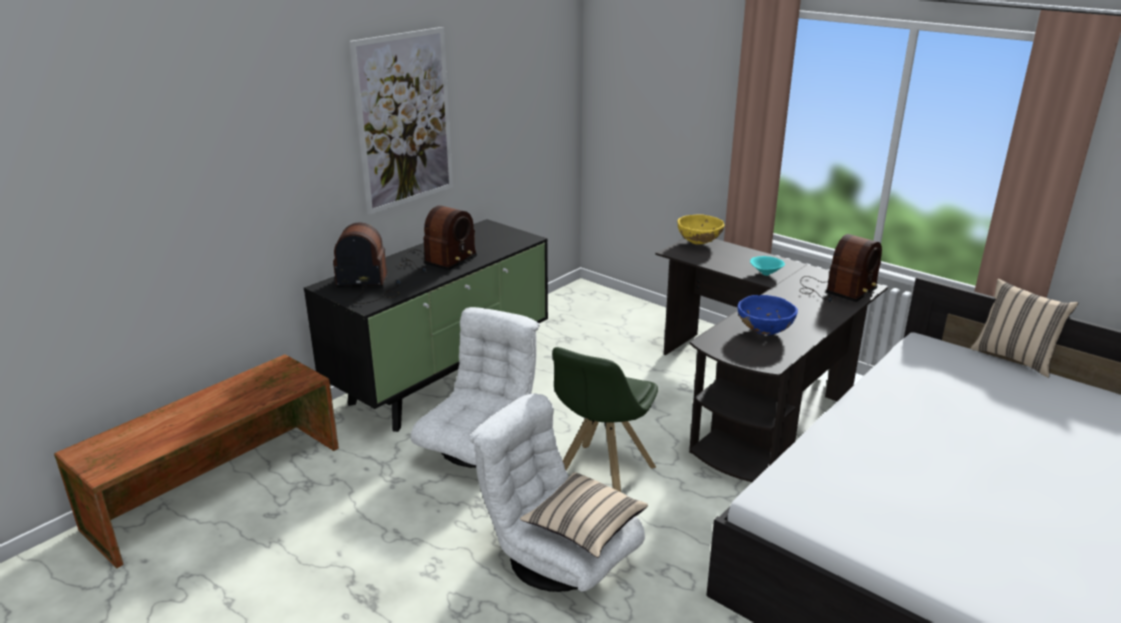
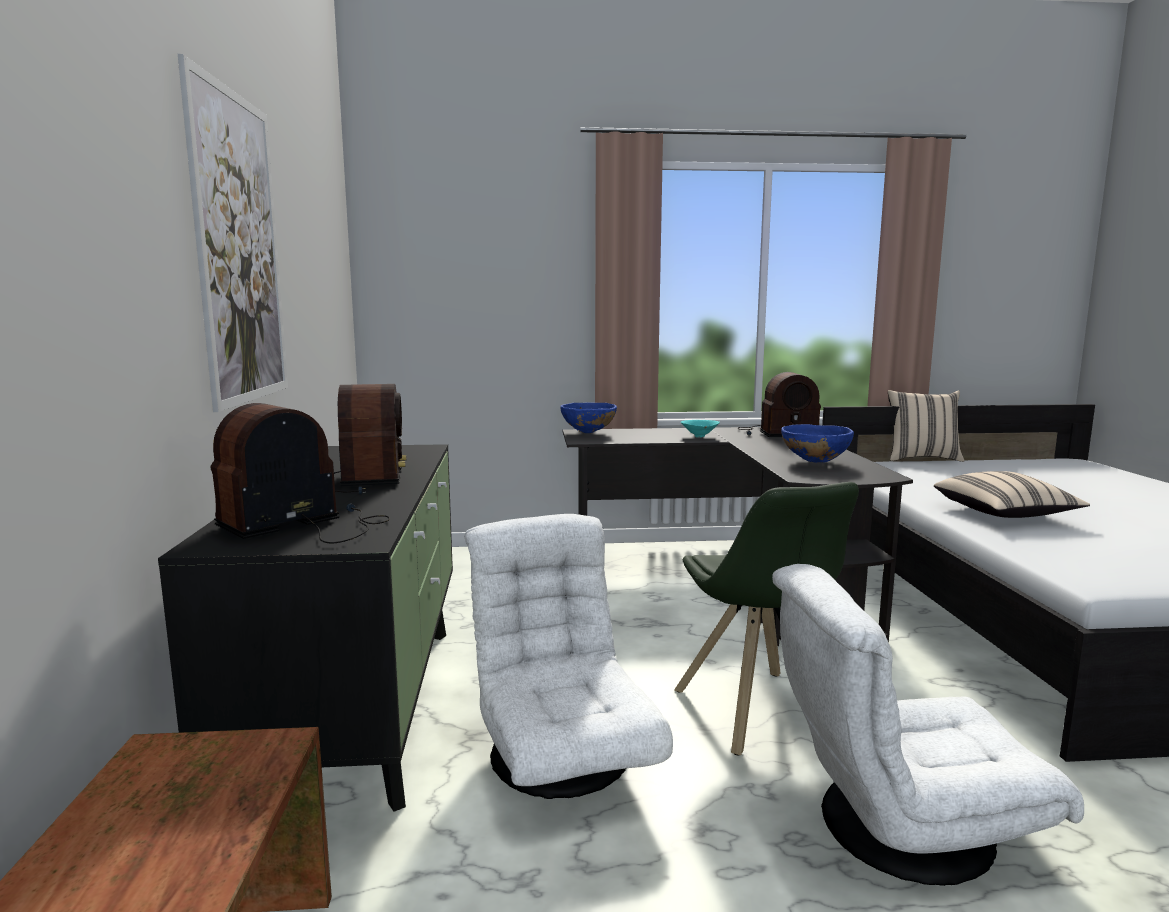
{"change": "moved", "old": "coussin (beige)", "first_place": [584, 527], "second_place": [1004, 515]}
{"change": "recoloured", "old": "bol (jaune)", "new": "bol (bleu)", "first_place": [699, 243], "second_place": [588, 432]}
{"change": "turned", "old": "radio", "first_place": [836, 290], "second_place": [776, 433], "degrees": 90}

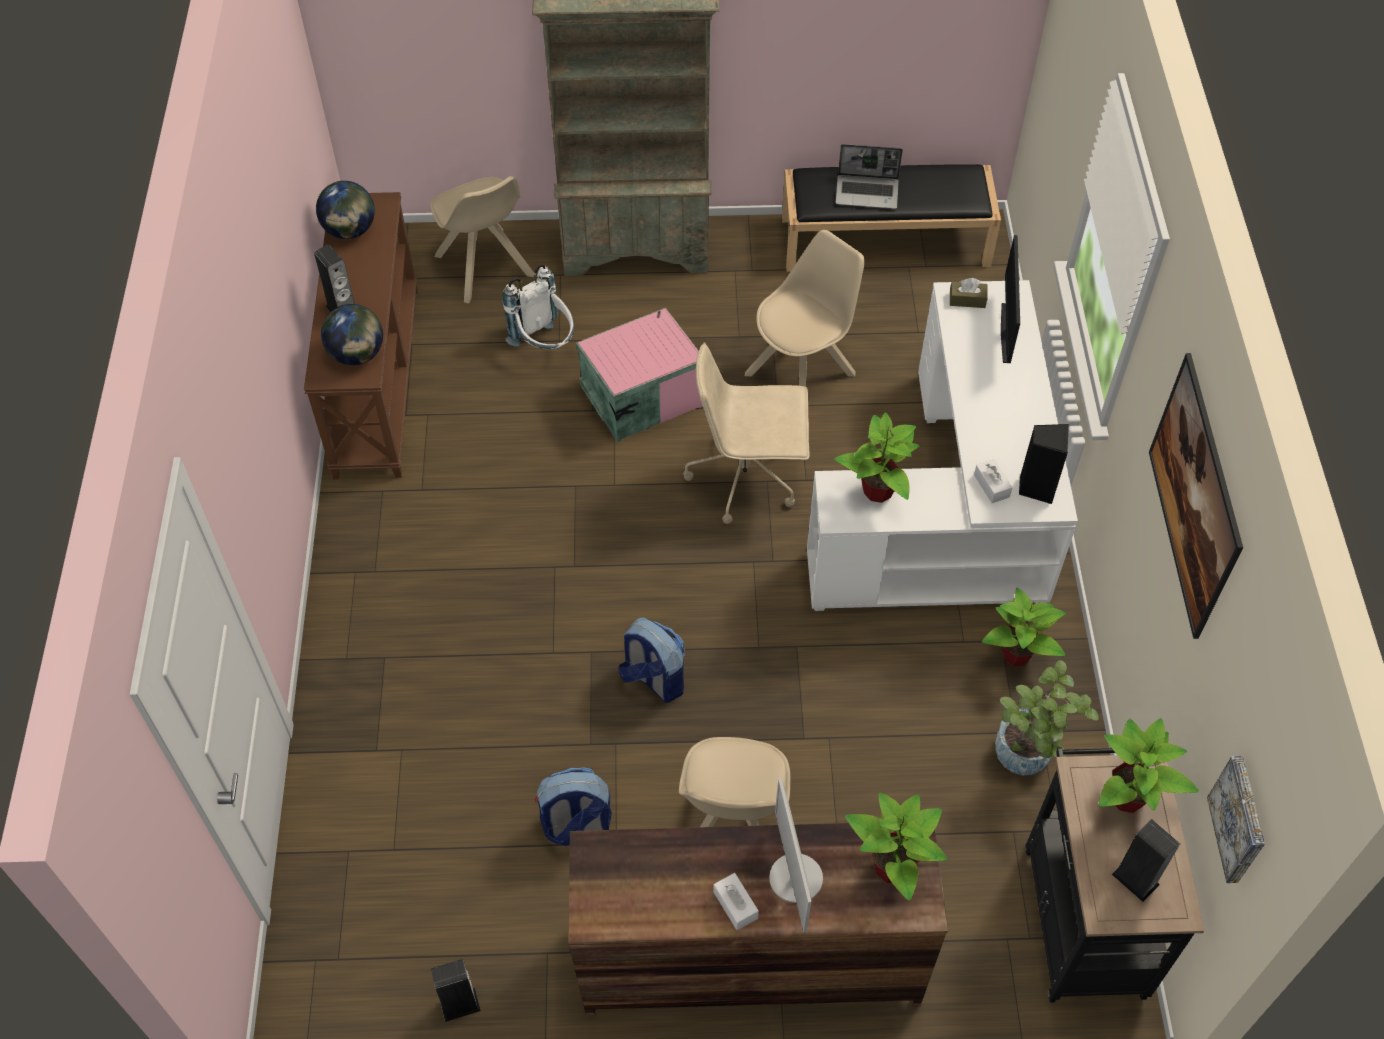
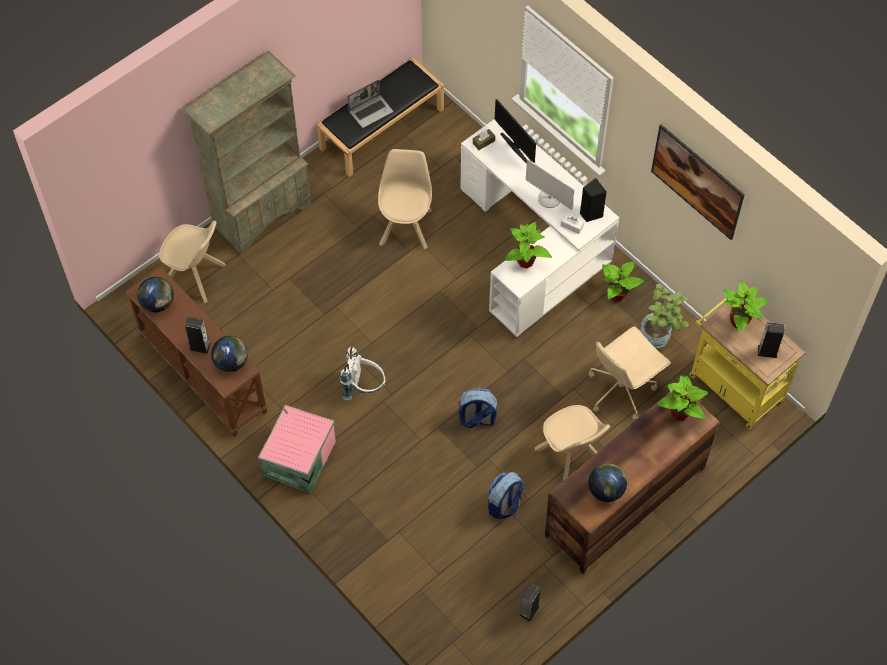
{"change": "removed", "old": "boîte à mouchoirs (blanc)", "first_place": [735, 905]}
{"change": "removed", "old": "tableau", "first_place": [1240, 819]}
{"change": "added", "new": "globe", "second_place": [606, 490]}
{"change": "moved", "old": "sac à dos (blanc)", "first_place": [545, 345], "second_place": [363, 387]}
{"change": "moved", "old": "boîte de rangement (rose)", "first_place": [640, 395], "second_place": [298, 459]}
{"change": "moved", "old": "chaise de bureau (beige)", "first_place": [749, 478], "second_place": [622, 389]}
{"change": "moved", "old": "écran d'ordinateur", "first_place": [795, 879], "second_place": [549, 198]}
{"change": "recoloured", "old": "chariot (noir)", "new": "chariot (jaune)", "first_place": [1082, 916], "second_place": [733, 386]}

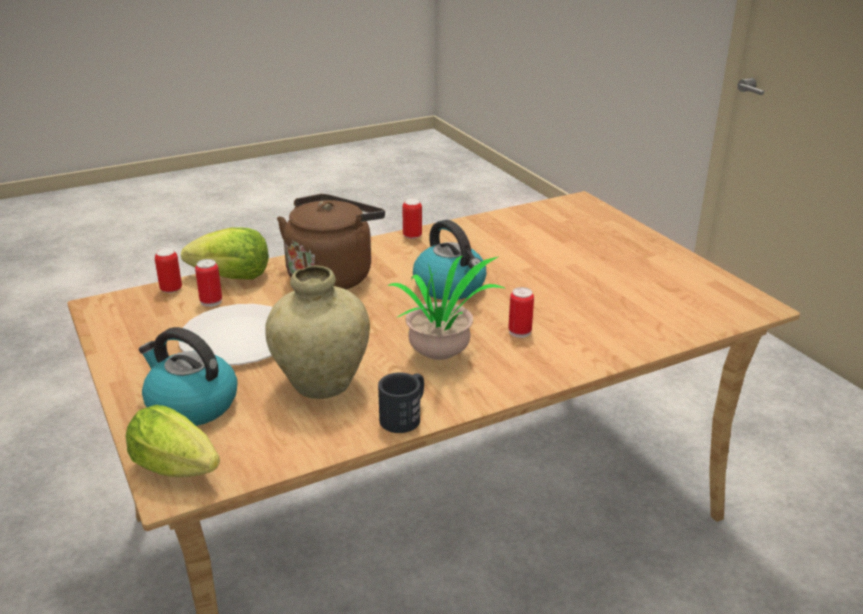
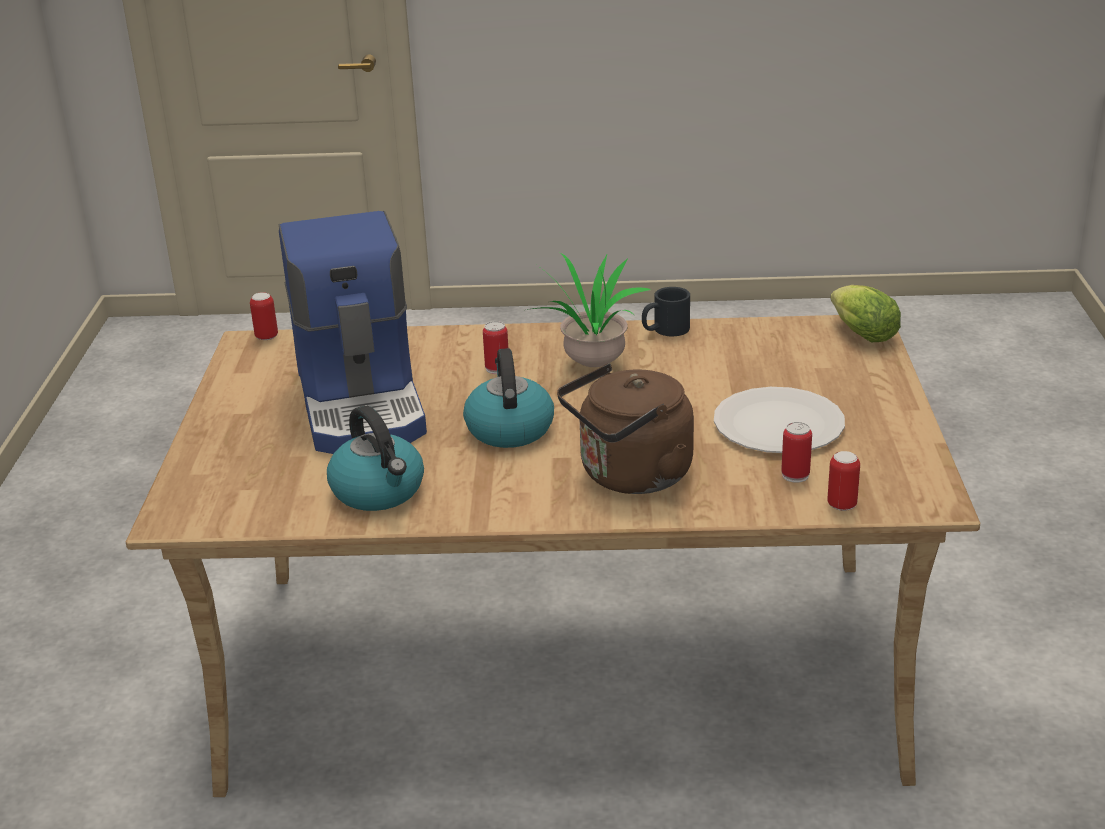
{"change": "removed", "old": "laitue", "first_place": [232, 277]}
{"change": "removed", "old": "vase (beige)", "first_place": [321, 384]}
{"change": "added", "new": "machine à café", "second_place": [363, 402]}
{"change": "moved", "old": "bouilloire", "first_place": [191, 405], "second_place": [379, 491]}
{"change": "moved", "old": "boîte métallique", "first_place": [412, 236], "second_place": [266, 337]}

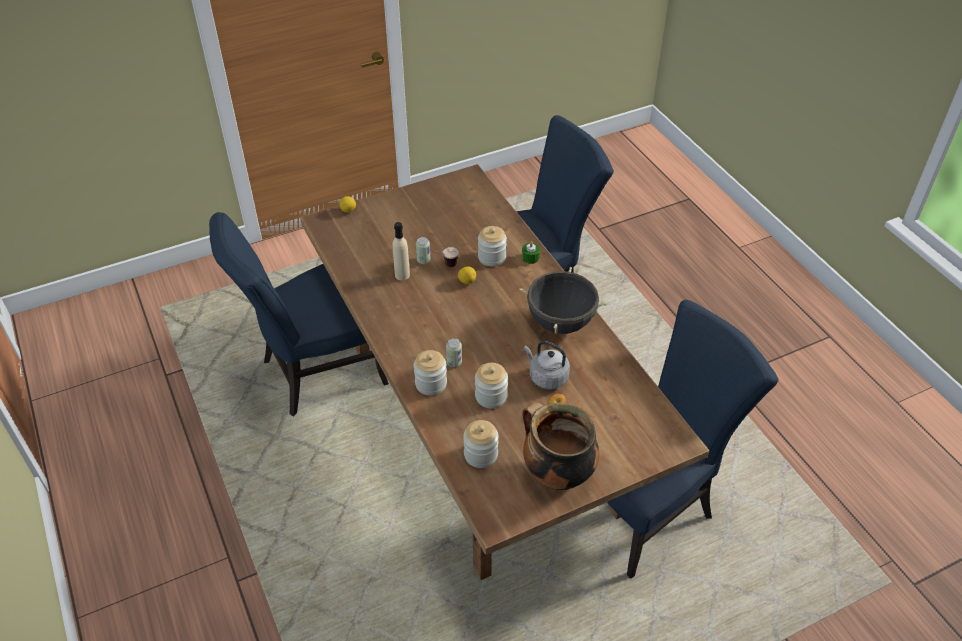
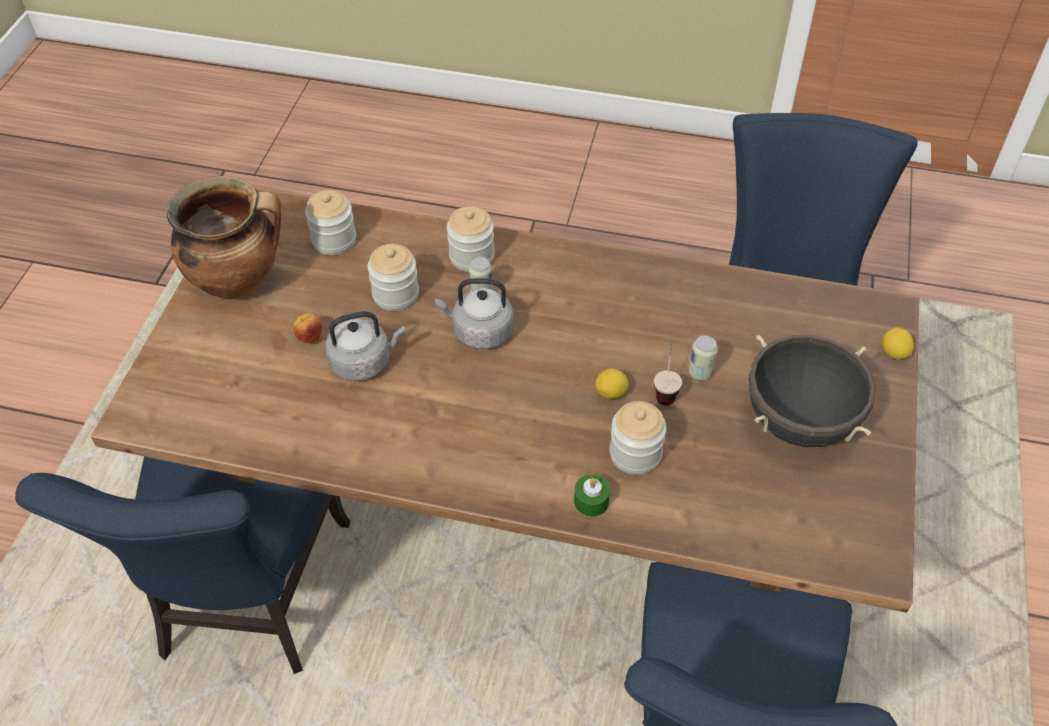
{"change": "removed", "old": "bouteille (beige)", "first_place": [402, 275]}
{"change": "added", "new": "bouilloire (gris)", "second_place": [479, 332]}
{"change": "moved", "old": "marmite (noir)", "first_place": [560, 323], "second_place": [799, 422]}

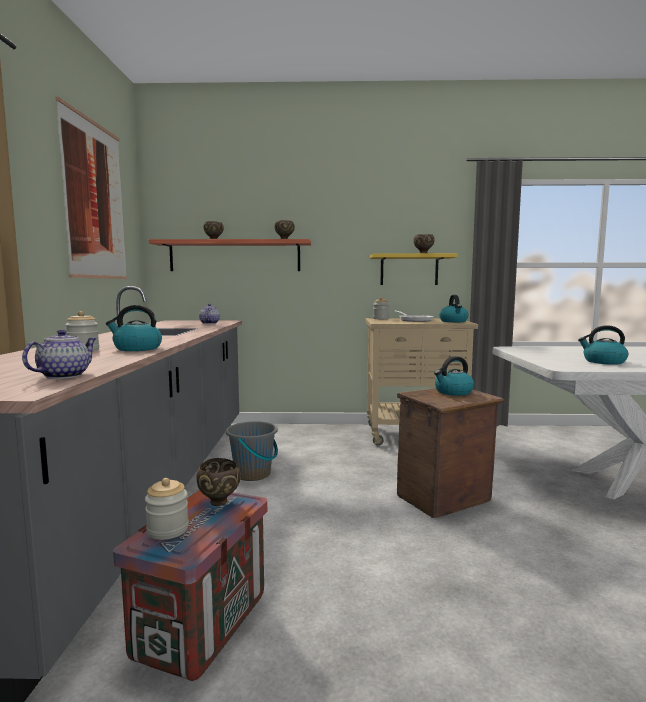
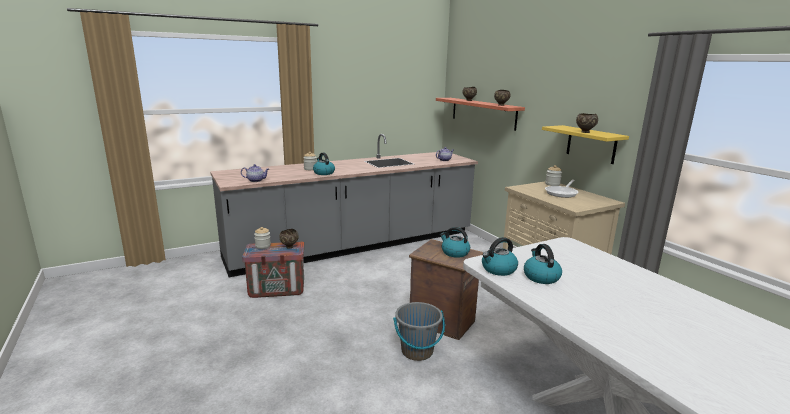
{"change": "removed", "old": "tableau", "first_place": [95, 200]}
{"change": "moved", "old": "seau (gris)", "first_place": [253, 474], "second_place": [417, 351]}
{"change": "moved", "old": "bouilloire", "first_place": [453, 321], "second_place": [498, 269]}

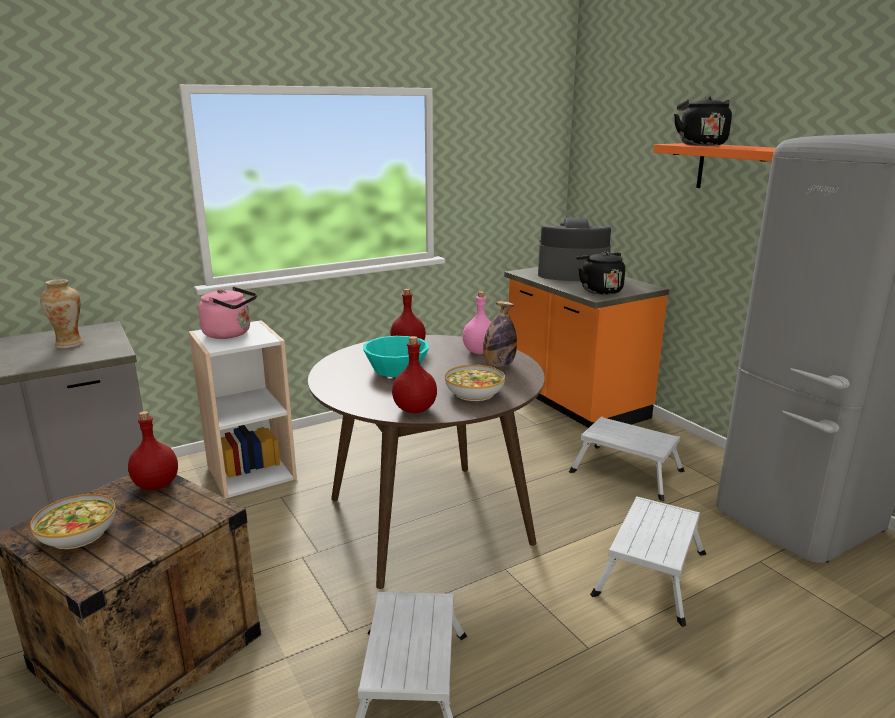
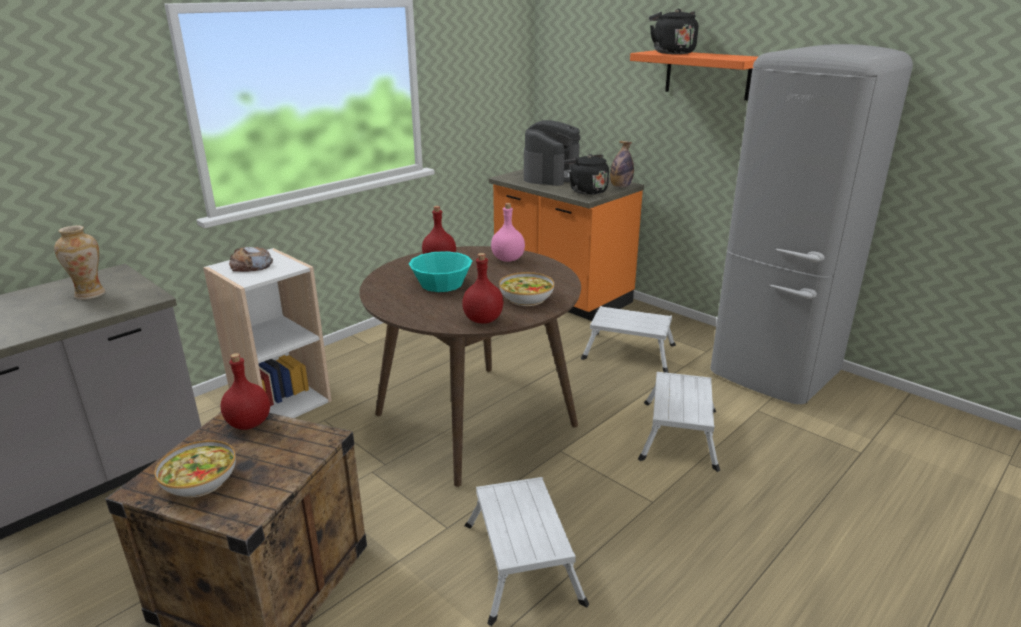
{"change": "moved", "old": "bouteille", "first_place": [498, 365], "second_place": [620, 186]}
{"change": "replaced", "old": "bouilloire (rose)", "new": "pain", "first_place": [230, 334], "second_place": [251, 265]}
{"change": "turned", "old": "machine à café", "first_place": [571, 274], "second_place": [552, 176], "degrees": 120}

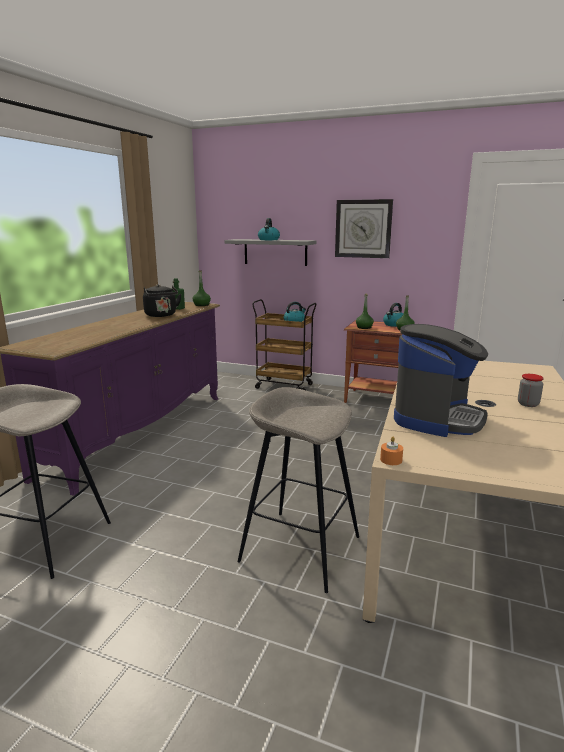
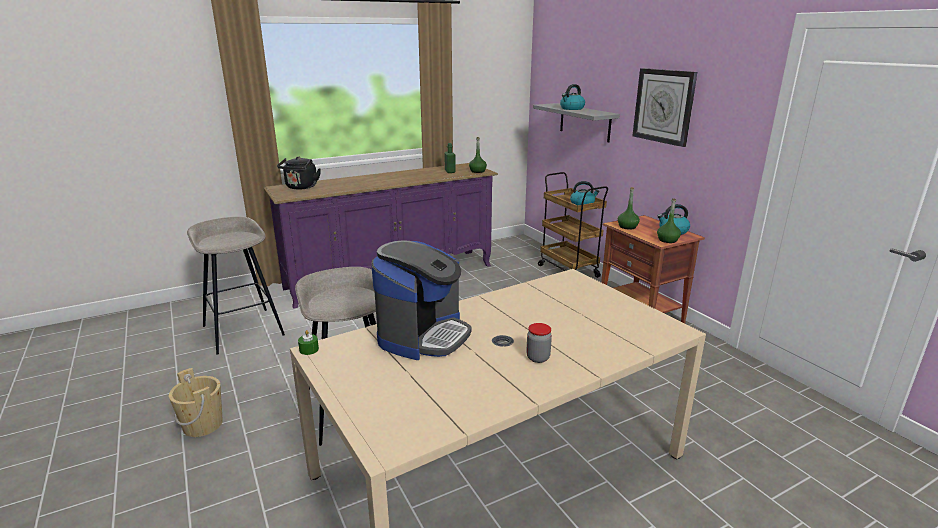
{"change": "added", "new": "seau (beige)", "second_place": [203, 425]}
{"change": "moved", "old": "bouilloire (noir)", "first_place": [161, 315], "second_place": [301, 187]}
{"change": "recoloured", "old": "bougie (orange)", "new": "bougie (vert)", "first_place": [391, 460], "second_place": [309, 349]}
{"change": "turned", "old": "machine à café", "first_place": [437, 418], "second_place": [423, 335], "degrees": -45}

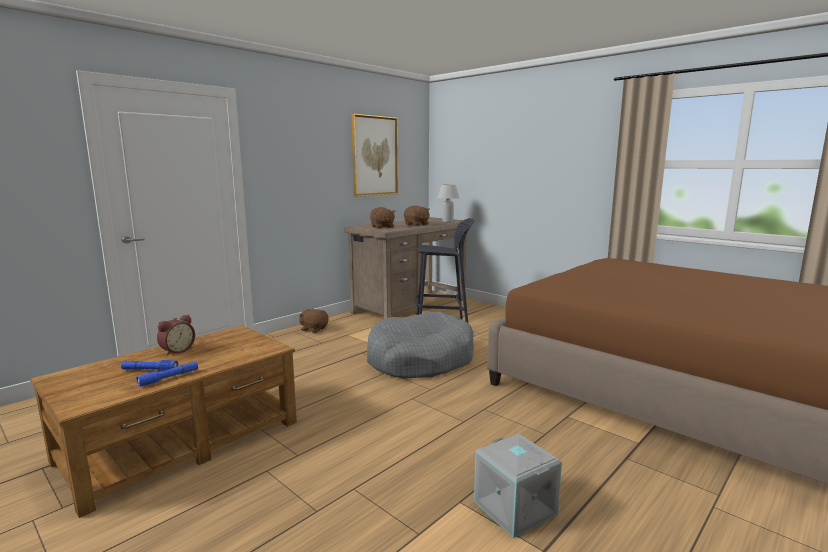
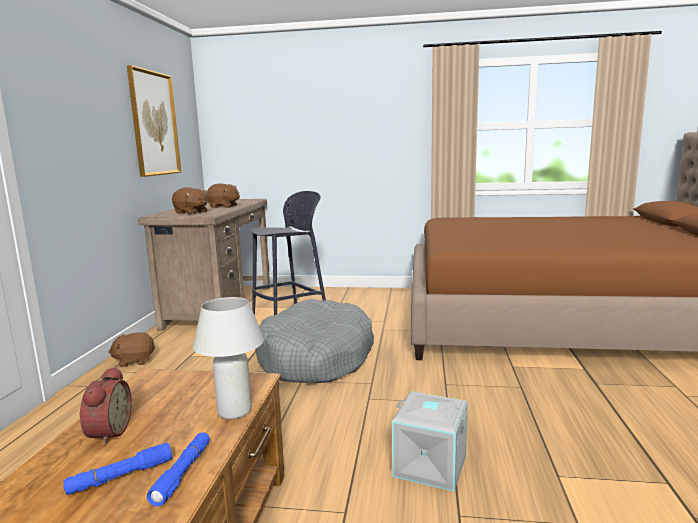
{"change": "moved", "old": "lampe de table (blanc)", "first_place": [448, 221], "second_place": [234, 411]}
{"change": "moved", "old": "boîte de rangement (gris)", "first_place": [513, 508], "second_place": [429, 466]}

